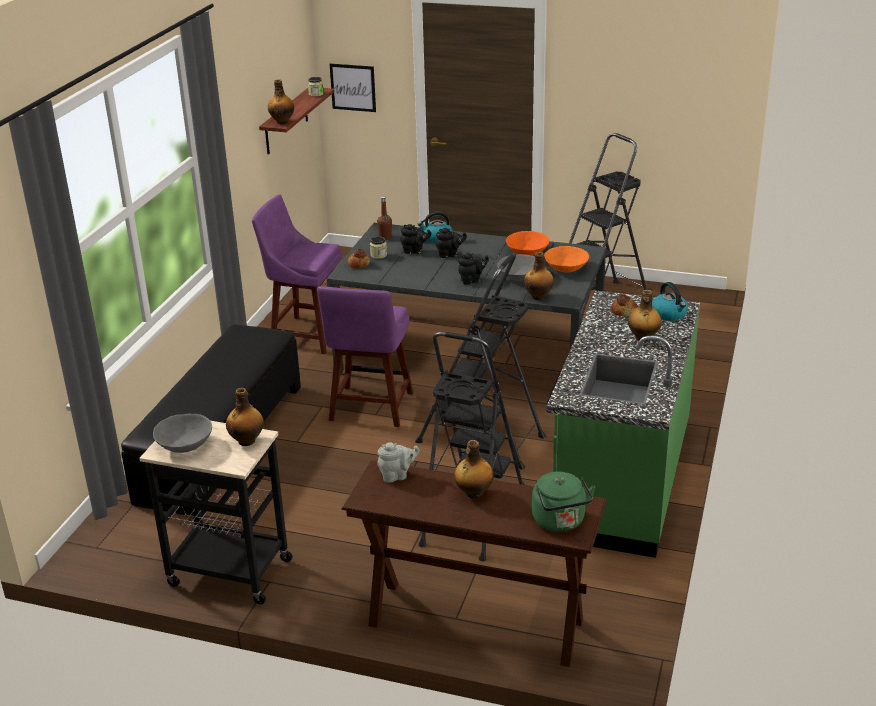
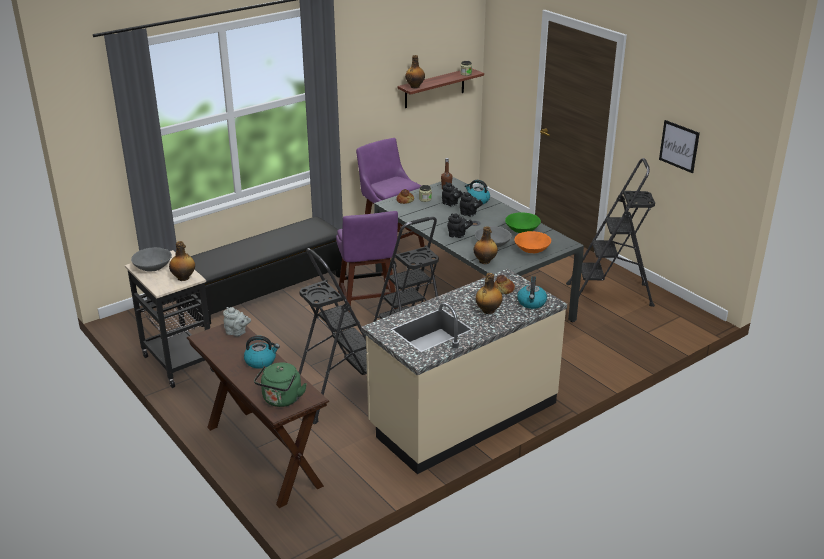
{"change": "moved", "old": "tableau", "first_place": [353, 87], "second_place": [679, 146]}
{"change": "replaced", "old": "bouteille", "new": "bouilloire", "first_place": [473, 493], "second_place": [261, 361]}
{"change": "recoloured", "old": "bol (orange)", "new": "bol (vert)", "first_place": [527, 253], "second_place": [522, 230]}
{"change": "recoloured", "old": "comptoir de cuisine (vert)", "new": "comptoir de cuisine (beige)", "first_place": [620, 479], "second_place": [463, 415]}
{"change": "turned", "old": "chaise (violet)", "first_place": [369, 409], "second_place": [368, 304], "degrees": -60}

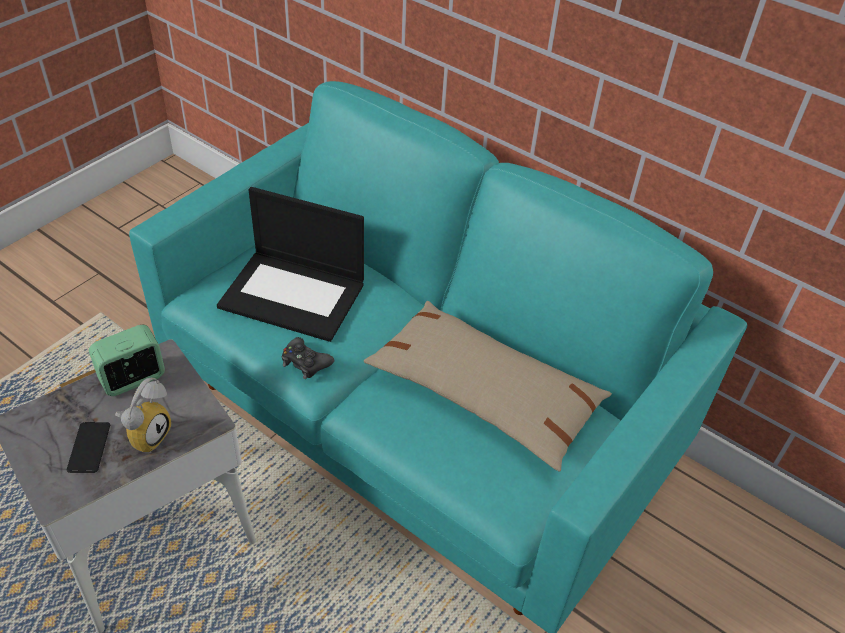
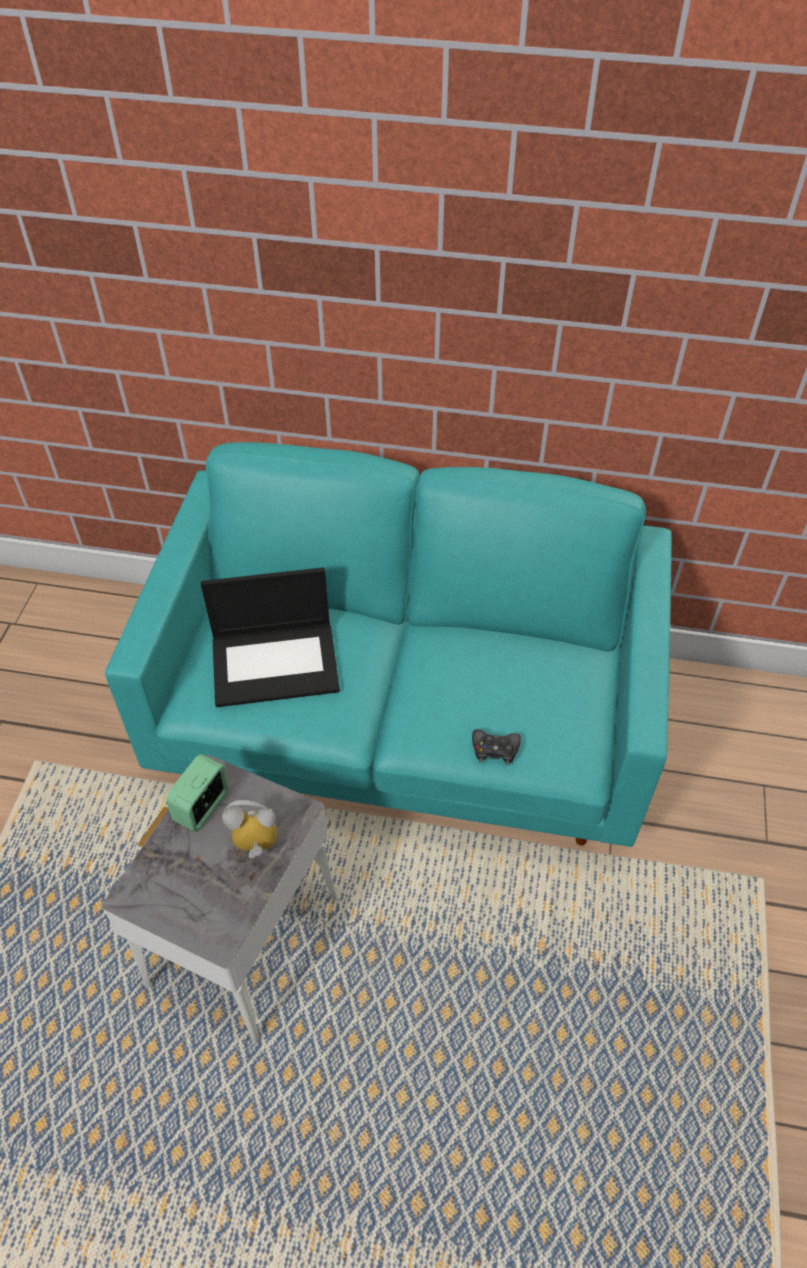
{"change": "removed", "old": "téléphone", "first_place": [89, 447]}
{"change": "removed", "old": "coussin (beige)", "first_place": [484, 394]}
{"change": "moved", "old": "manette (noir)", "first_place": [305, 362], "second_place": [495, 750]}
{"change": "turned", "old": "réveil", "first_place": [147, 434], "second_place": [254, 848], "degrees": -90}

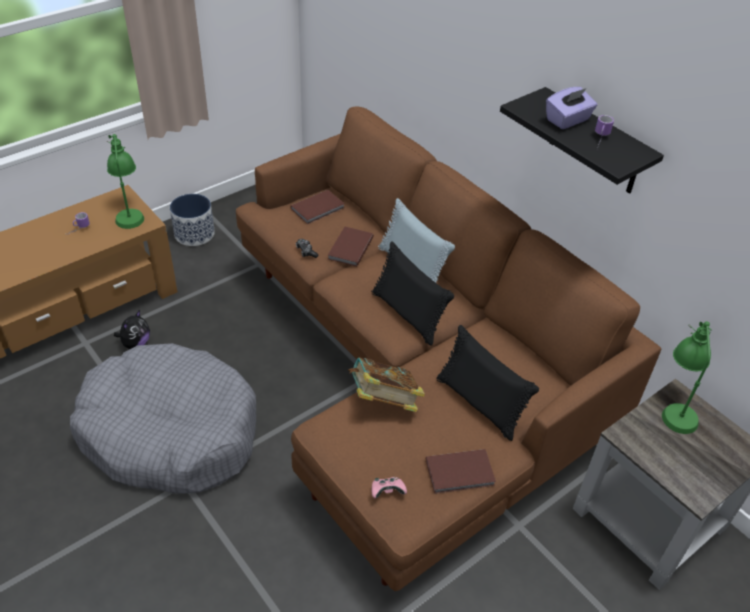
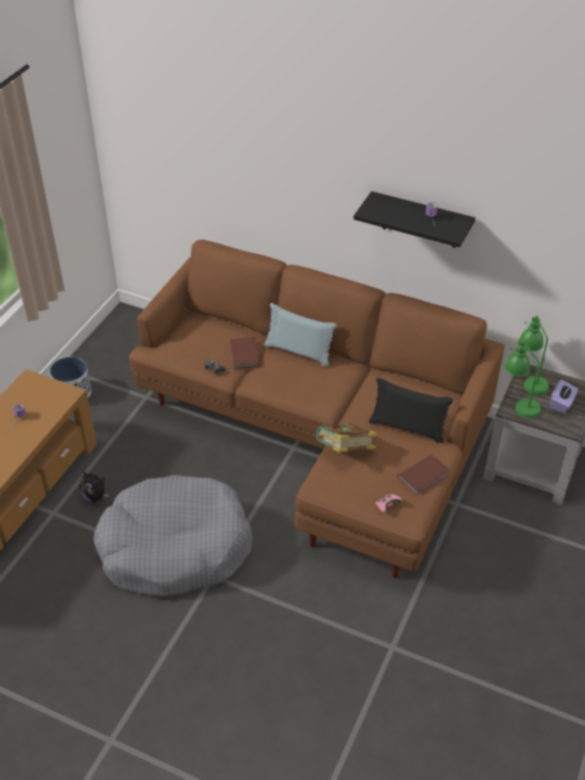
{"change": "removed", "old": "livre (marron)", "first_place": [319, 209]}
{"change": "removed", "old": "coussin (noir)", "first_place": [408, 314]}
{"change": "moved", "old": "lampe de table (vert)", "first_place": [129, 212], "second_place": [519, 403]}
{"change": "moved", "old": "boîte à mouchoirs (violet)", "first_place": [568, 120], "second_place": [561, 404]}
{"change": "turned", "old": "peluche", "first_place": [136, 344], "second_place": [95, 497], "degrees": 135}

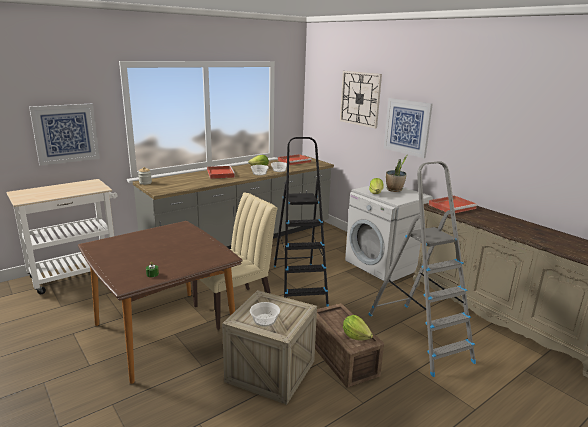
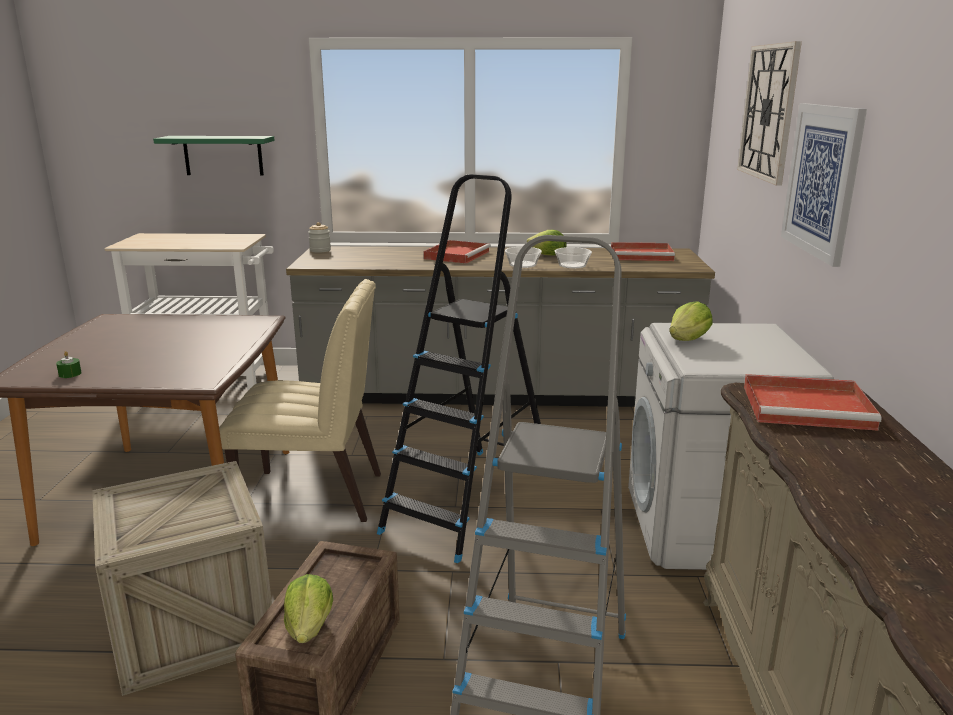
{"change": "removed", "old": "bol", "first_place": [265, 320]}
{"change": "removed", "old": "plante en pot", "first_place": [394, 190]}
{"change": "replaced", "old": "tableau", "new": "étagère (vert)", "first_place": [66, 133], "second_place": [223, 155]}

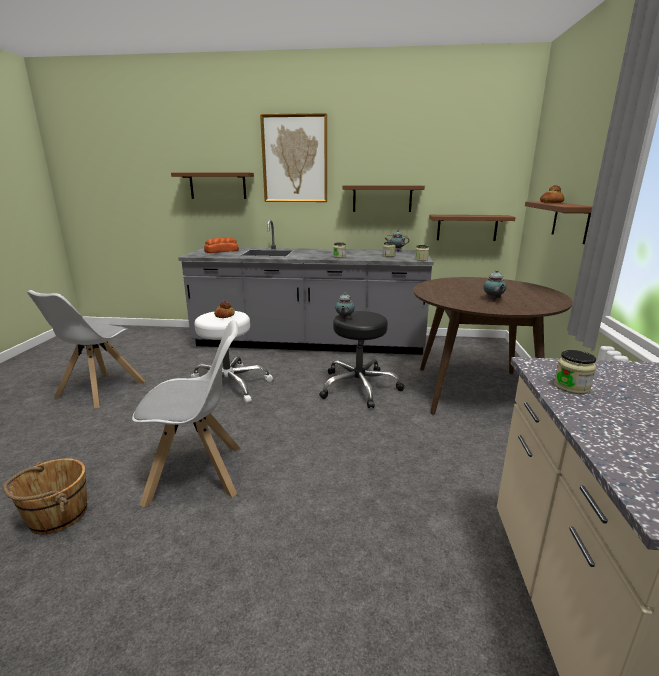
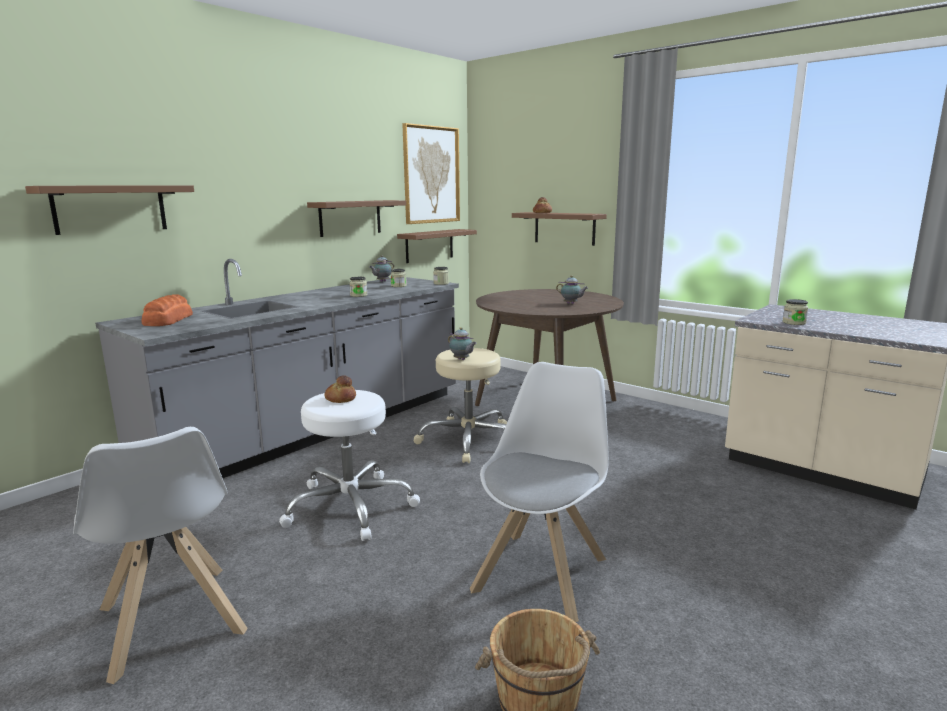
{"change": "moved", "old": "tableau", "first_place": [295, 159], "second_place": [431, 175]}
{"change": "recoloured", "old": "tabouret (noir)", "new": "tabouret (beige)", "first_place": [359, 387], "second_place": [469, 440]}

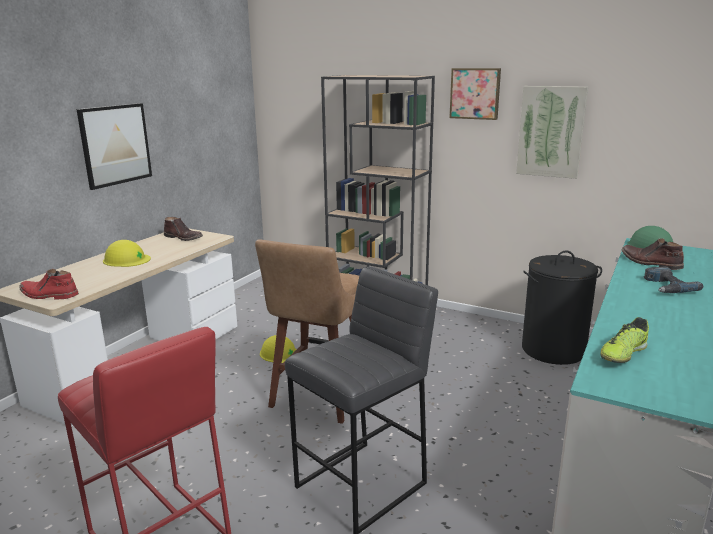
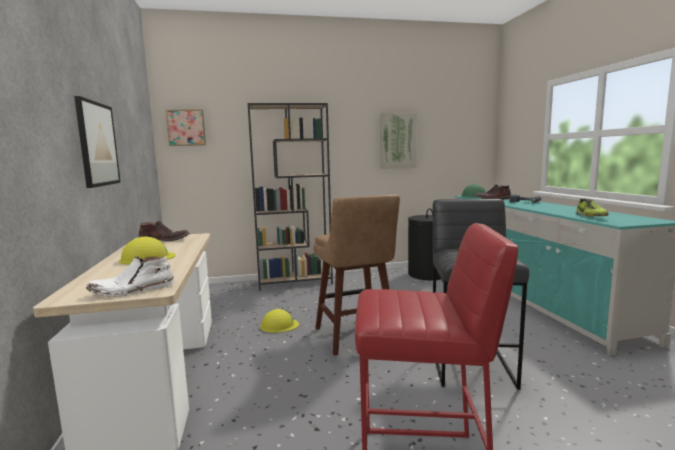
{"change": "moved", "old": "tableau", "first_place": [475, 93], "second_place": [186, 128]}
{"change": "recoloured", "old": "botte (rouge)", "new": "botte (blanc)", "first_place": [48, 295], "second_place": [133, 290]}

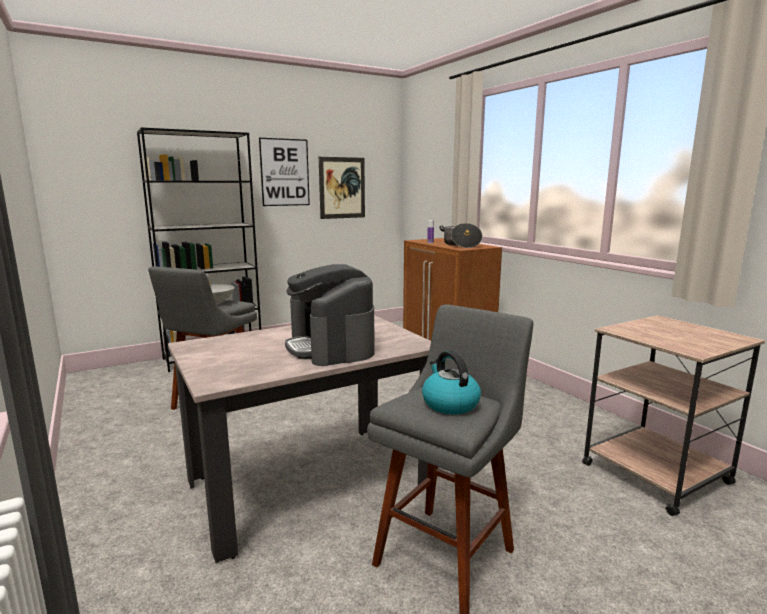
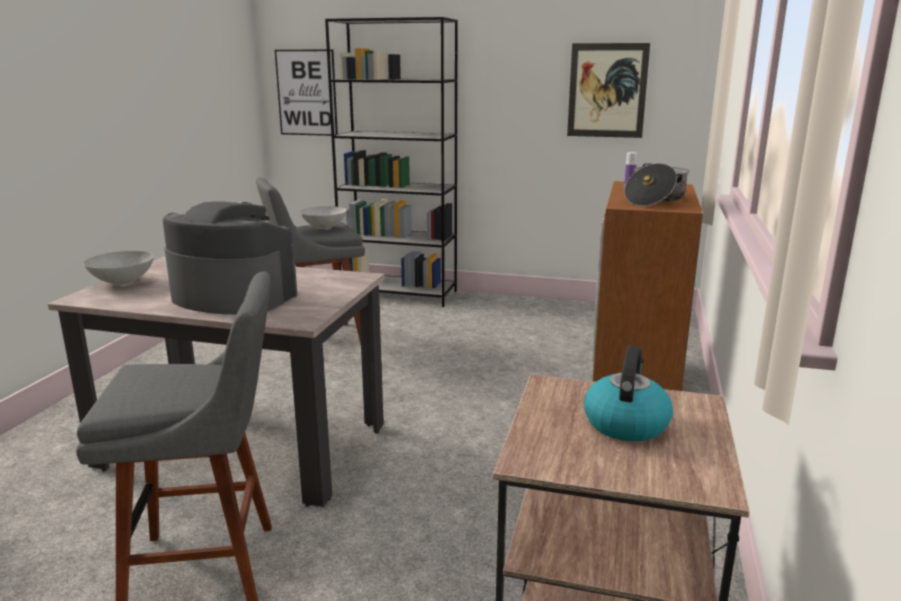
{"change": "added", "new": "bol (gris)", "second_place": [123, 282]}
{"change": "moved", "old": "tableau", "first_place": [284, 172], "second_place": [306, 93]}
{"change": "moved", "old": "bouilloire", "first_place": [449, 404], "second_place": [625, 423]}
{"change": "turned", "old": "machine à café", "first_place": [331, 347], "second_place": [233, 296], "degrees": 90}

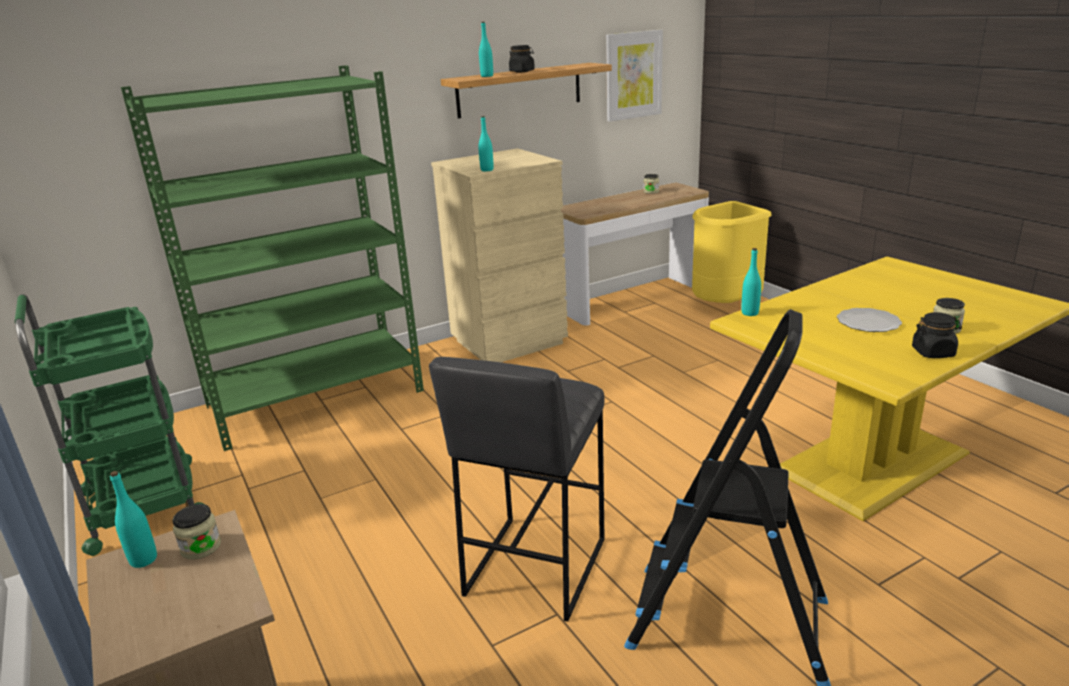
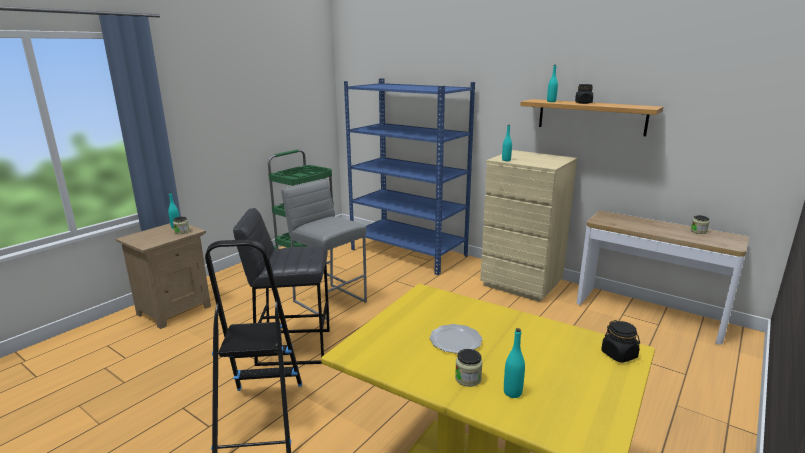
{"change": "removed", "old": "tableau", "first_place": [633, 75]}
{"change": "removed", "old": "poubelle (jaune)", "first_place": [724, 306]}
{"change": "added", "new": "tabouret (gris)", "second_place": [329, 301]}
{"change": "moved", "old": "bouteille (turquoise)", "first_place": [750, 313], "second_place": [512, 392]}
{"change": "moved", "old": "bocal (noir)", "first_place": [933, 352], "second_place": [619, 355]}
{"change": "recoloured", "old": "bibliothèque (vert)", "new": "bibliothèque (bleu)", "first_place": [315, 398], "second_place": [408, 252]}

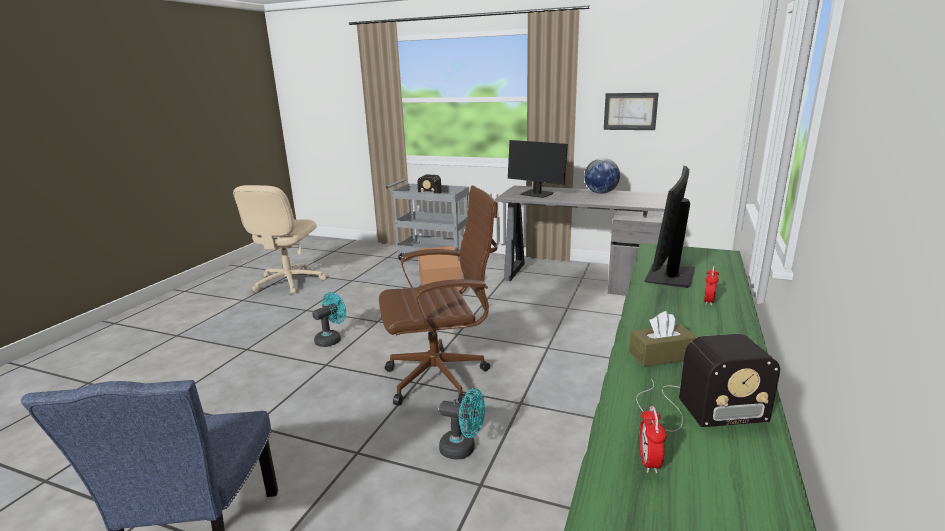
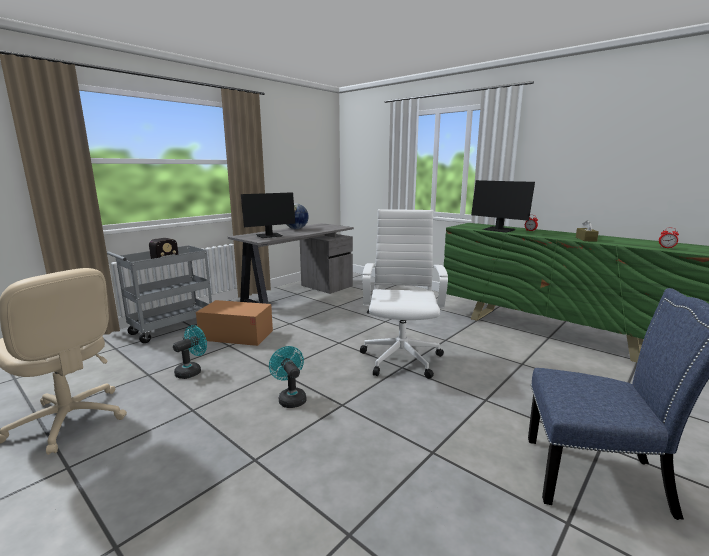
{"change": "removed", "old": "tableau", "first_place": [630, 111]}
{"change": "removed", "old": "radio", "first_place": [694, 408]}
{"change": "moved", "old": "ventilateur (turquoise)", "first_place": [463, 449], "second_place": [192, 371]}
{"change": "recoloured", "old": "chaise de bureau (marron)", "new": "chaise de bureau (blanc)", "first_place": [442, 378], "second_place": [401, 357]}

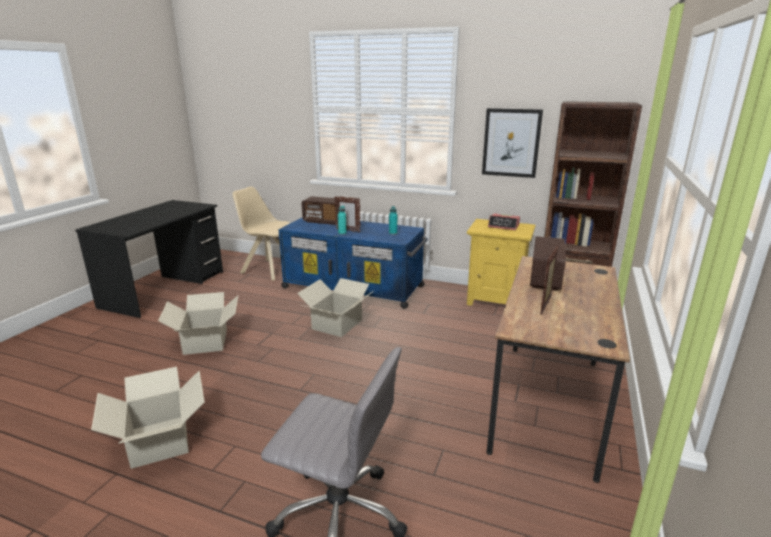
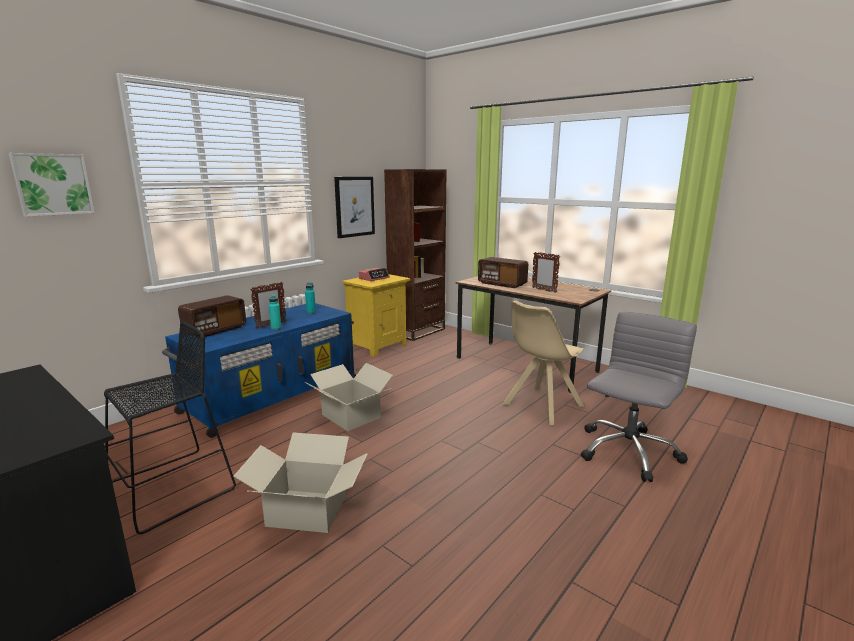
{"change": "removed", "old": "carton", "first_place": [159, 441]}
{"change": "added", "new": "tableau", "second_place": [53, 184]}
{"change": "added", "new": "tabouret (noir)", "second_place": [170, 488]}
{"change": "moved", "old": "chaise (beige)", "first_place": [269, 269], "second_place": [541, 406]}

